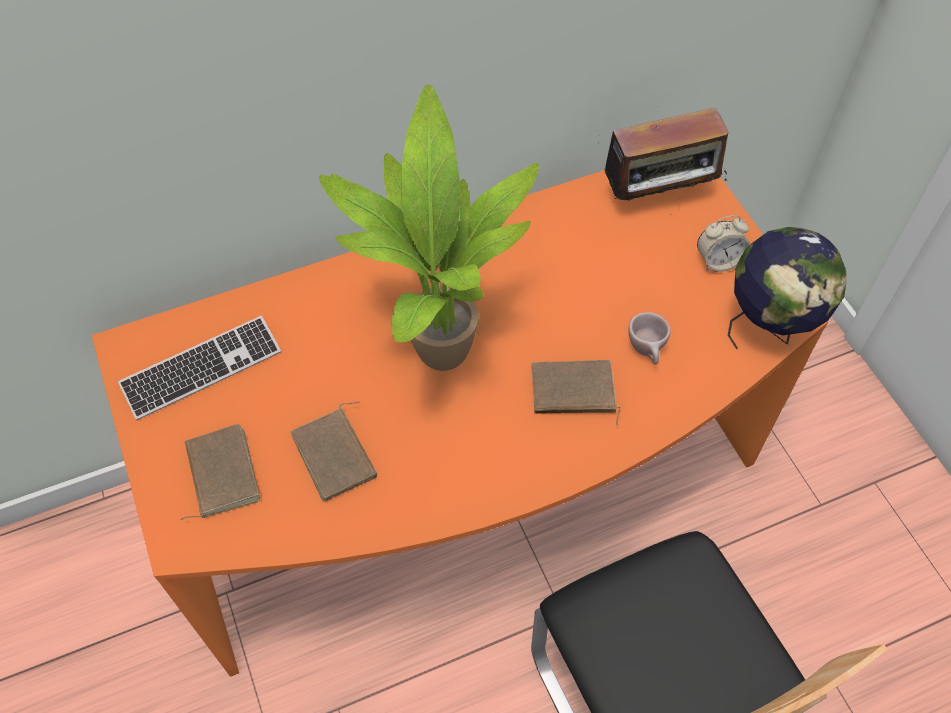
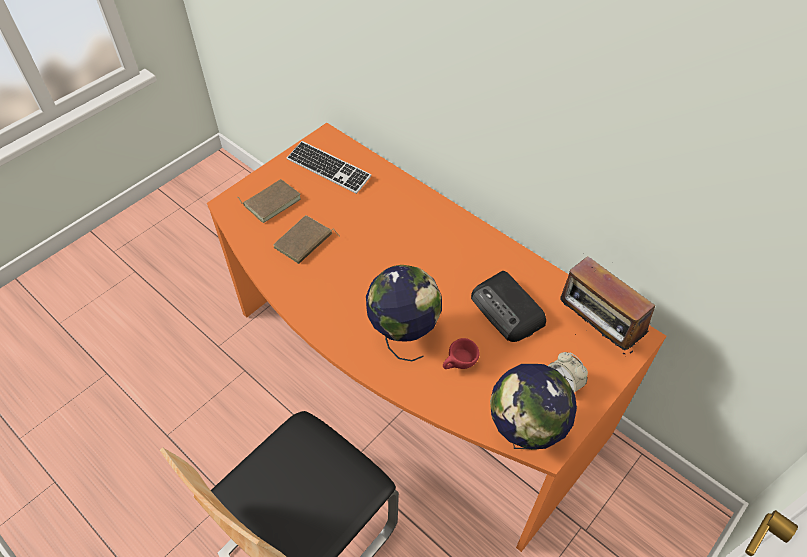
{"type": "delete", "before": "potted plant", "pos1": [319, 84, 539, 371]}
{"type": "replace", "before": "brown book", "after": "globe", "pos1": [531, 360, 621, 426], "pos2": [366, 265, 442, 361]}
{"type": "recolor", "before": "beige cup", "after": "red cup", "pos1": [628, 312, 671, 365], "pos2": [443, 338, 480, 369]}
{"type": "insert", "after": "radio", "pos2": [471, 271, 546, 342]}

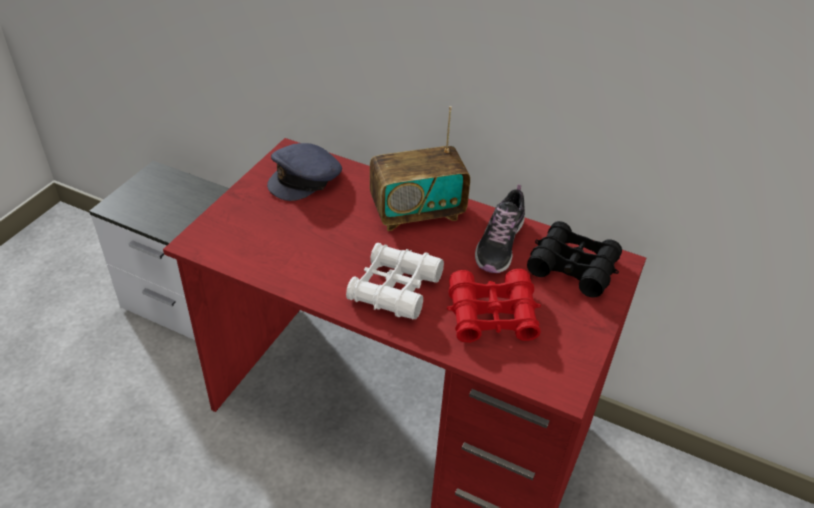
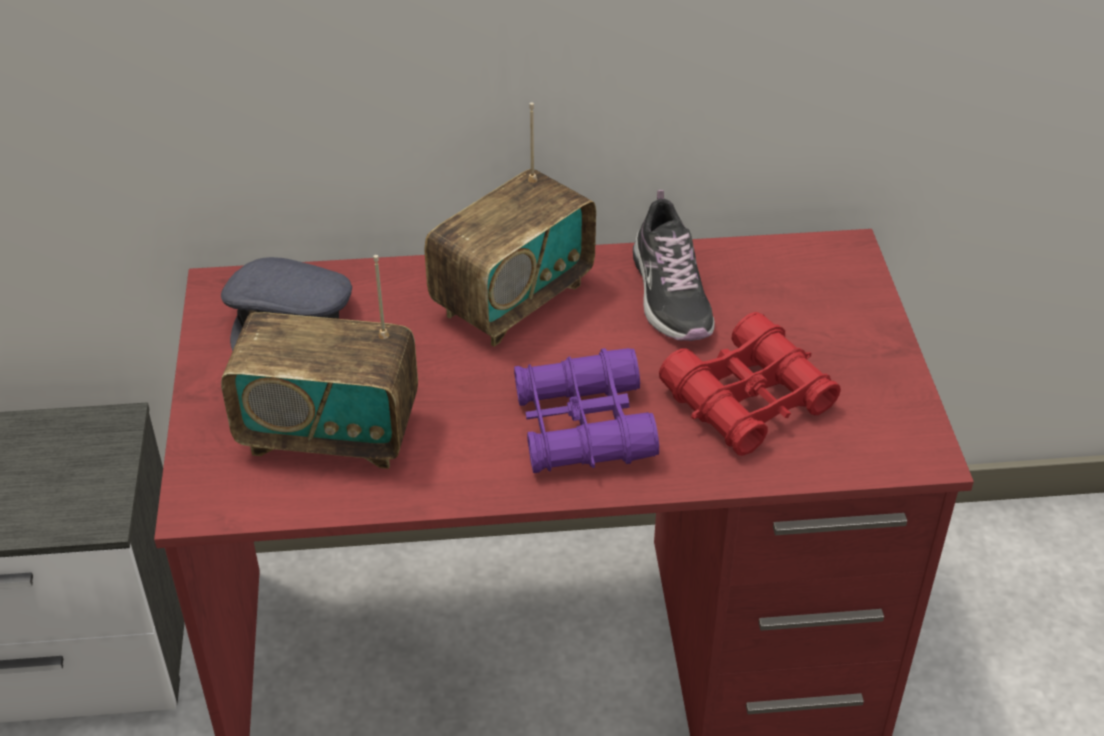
{"type": "recolor", "before": "white binoculars", "after": "purple binoculars", "pos1": [346, 243, 444, 320], "pos2": [514, 348, 659, 473]}
{"type": "delete", "before": "black binoculars", "pos1": [527, 221, 622, 298]}
{"type": "insert", "after": "radio", "pos2": [221, 255, 418, 469]}

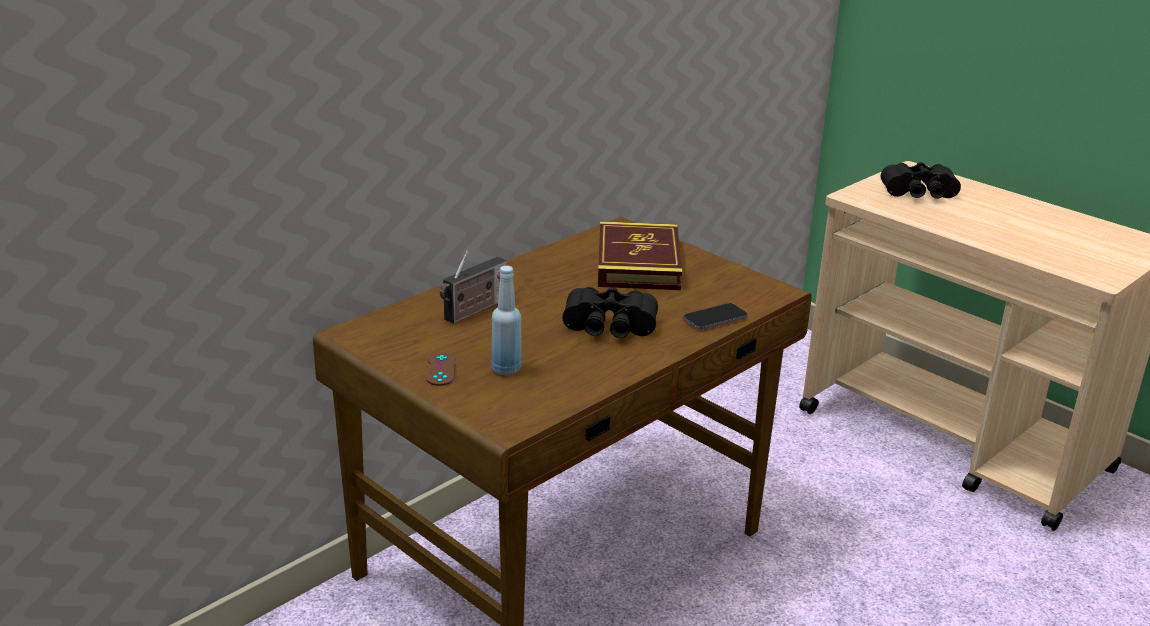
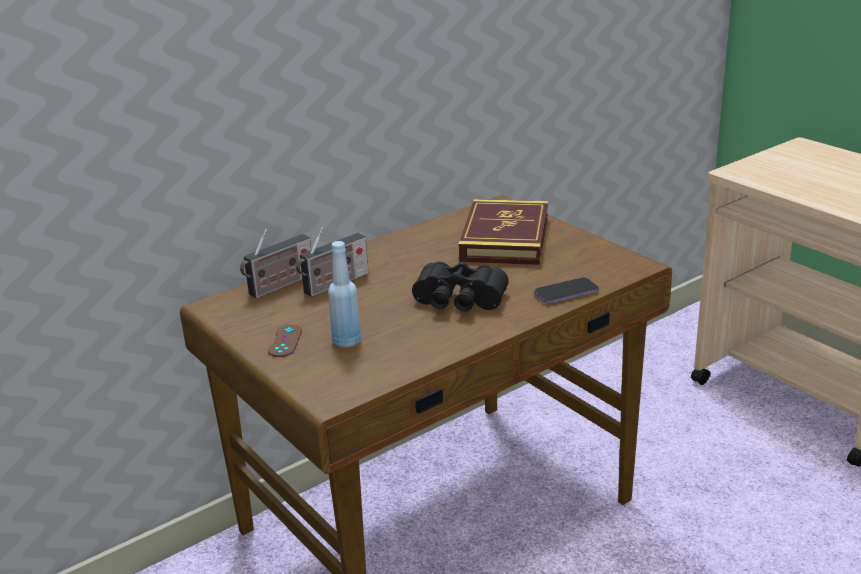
{"type": "delete", "before": "black binoculars", "pos1": [881, 162, 961, 199]}
{"type": "insert", "after": "radio", "pos2": [240, 228, 311, 299]}

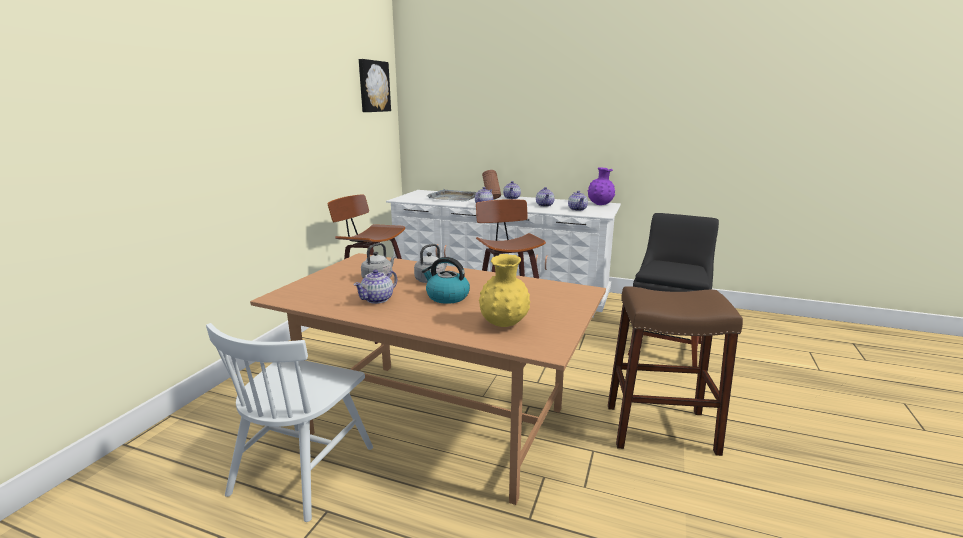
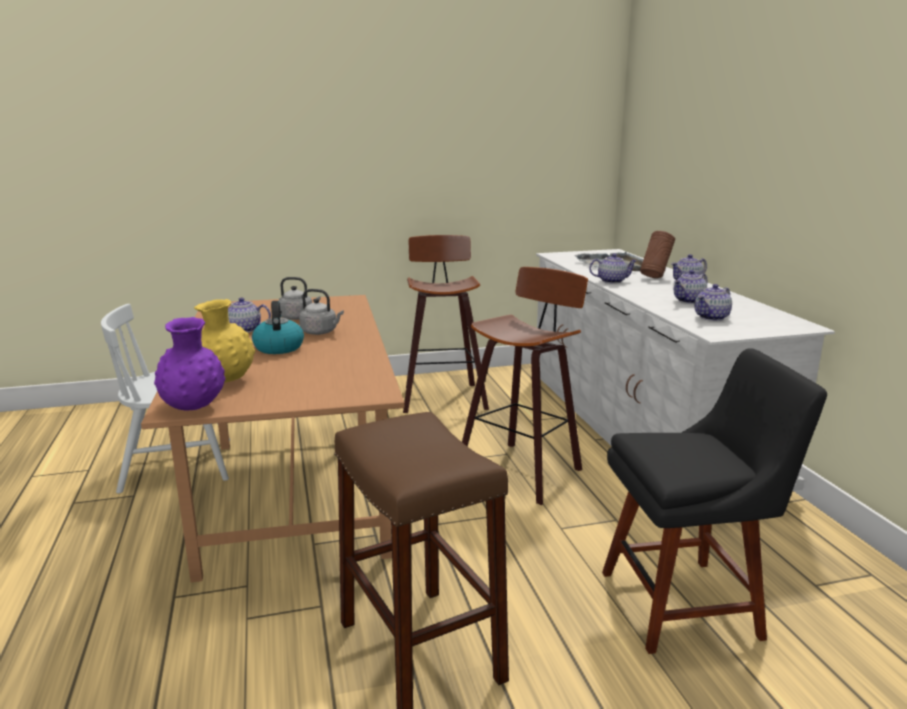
{"type": "delete", "before": "picture", "pos1": [359, 59, 391, 112]}
{"type": "move", "before": "purple vase", "pos1": [588, 167, 615, 205], "pos2": [154, 317, 225, 410]}

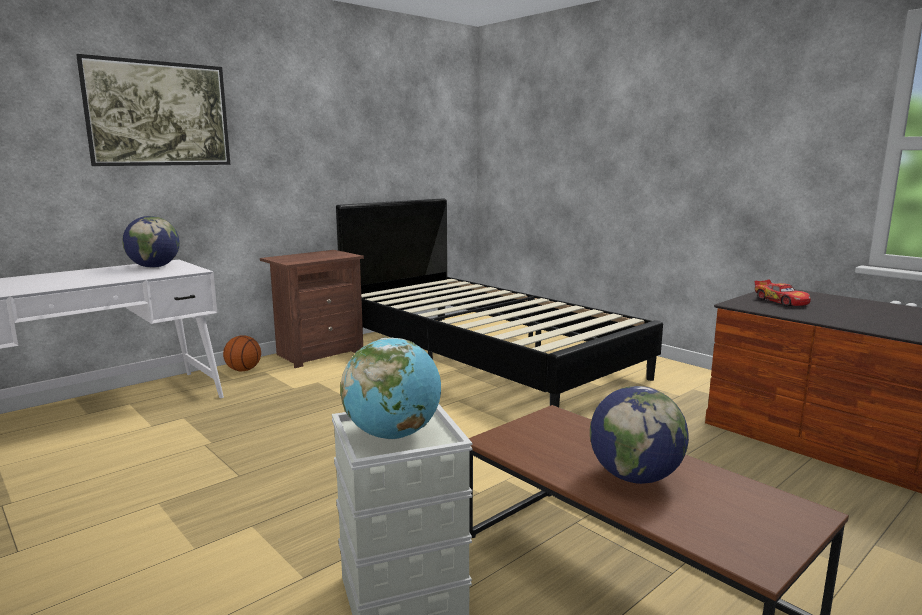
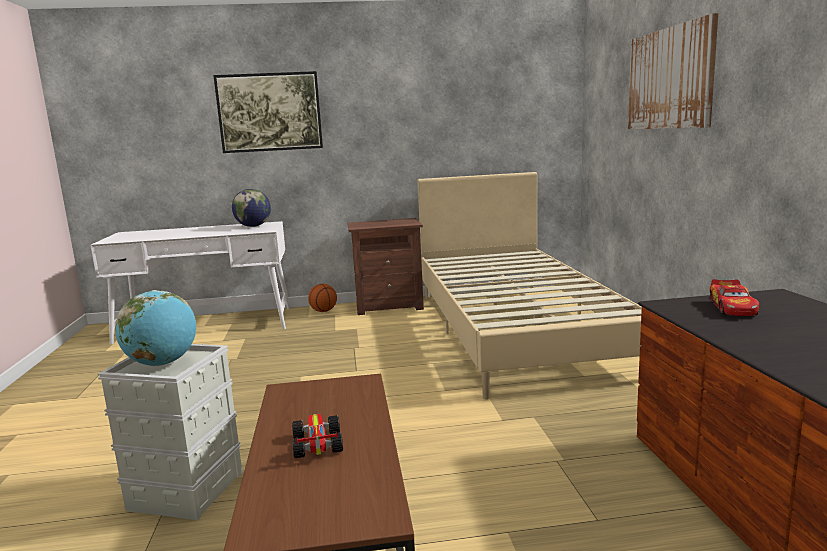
{"type": "recolor", "before": "black bed", "after": "beige bed", "pos1": [336, 198, 663, 407], "pos2": [417, 172, 643, 400]}
{"type": "replace", "before": "globe", "after": "toy car", "pos1": [590, 386, 689, 484], "pos2": [292, 414, 343, 458]}
{"type": "insert", "after": "picture", "pos2": [628, 13, 718, 129]}

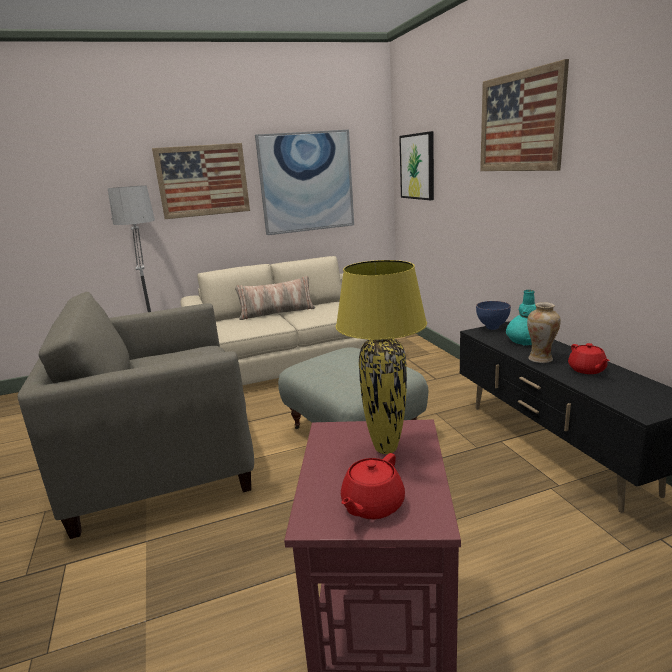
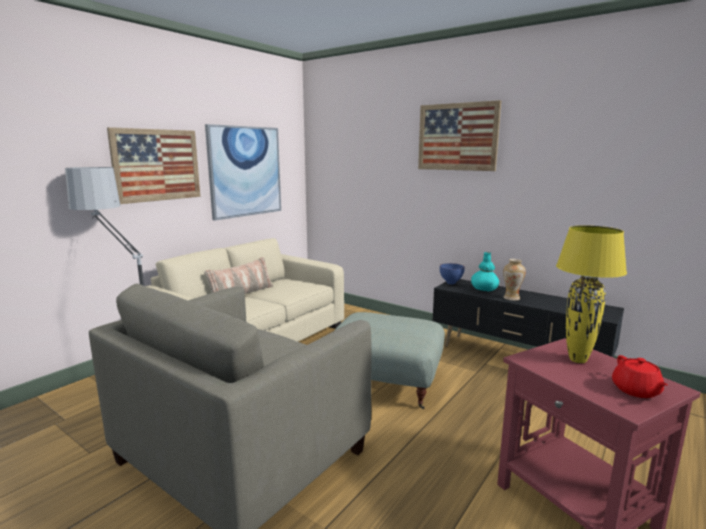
{"type": "delete", "before": "picture", "pos1": [399, 131, 434, 200]}
{"type": "delete", "before": "red teapot", "pos1": [568, 343, 610, 374]}

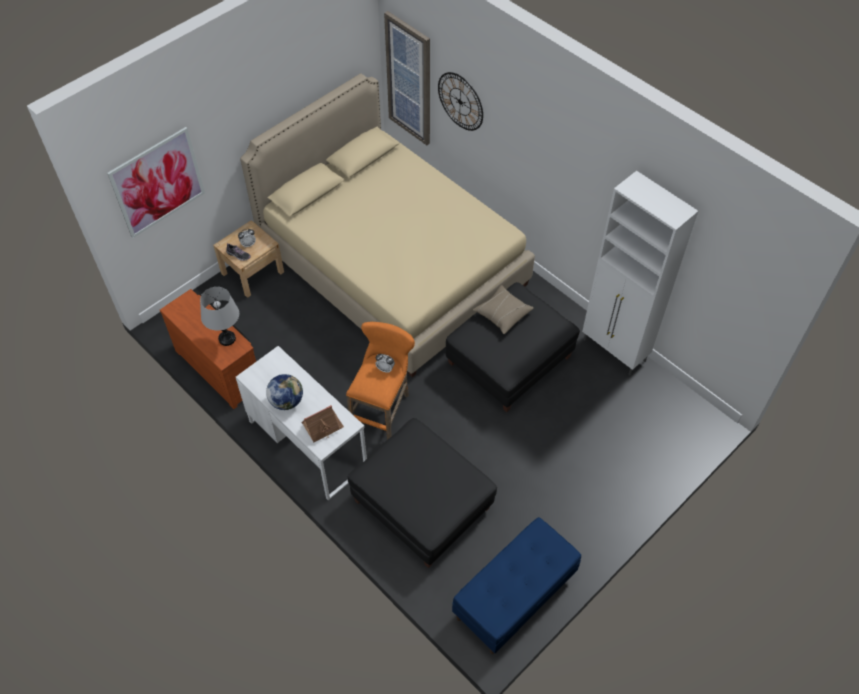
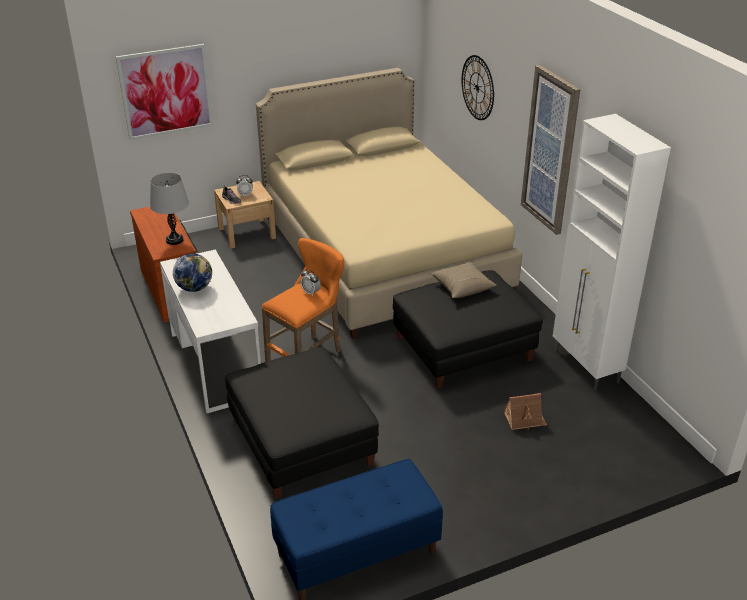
{"type": "move", "before": "toy house", "pos1": [302, 405, 344, 443], "pos2": [503, 393, 547, 430]}
{"type": "move", "before": "picture", "pos1": [384, 11, 430, 145], "pos2": [521, 65, 580, 235]}

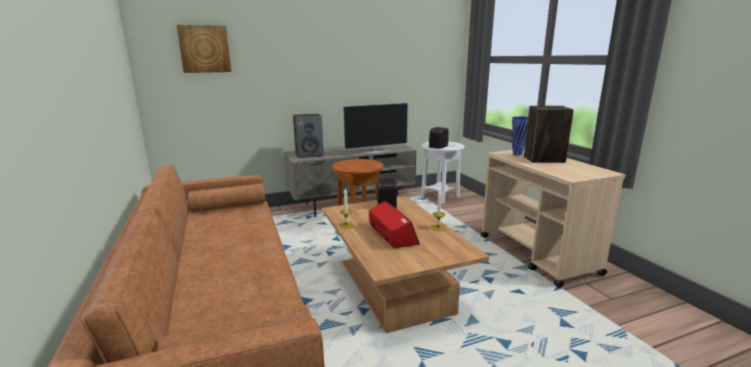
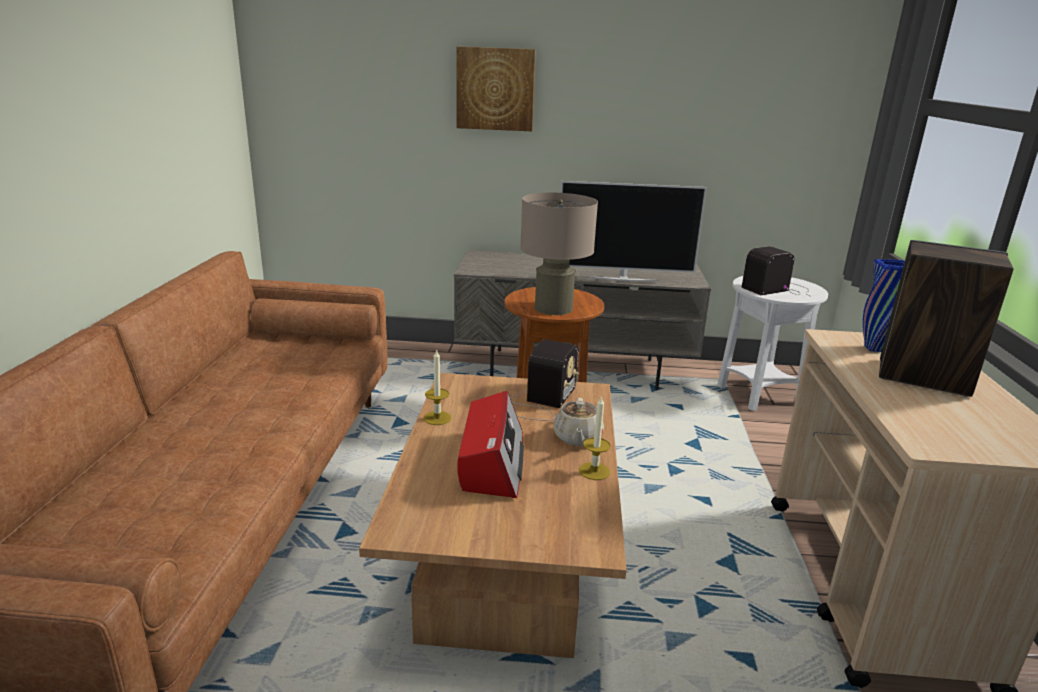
{"type": "move", "before": "picture", "pos1": [176, 25, 231, 73], "pos2": [456, 46, 536, 131]}
{"type": "delete", "before": "speaker", "pos1": [293, 113, 324, 158]}
{"type": "insert", "after": "beige table lamp", "pos2": [520, 193, 598, 315]}
{"type": "insert", "after": "beige teapot", "pos2": [553, 398, 604, 446]}

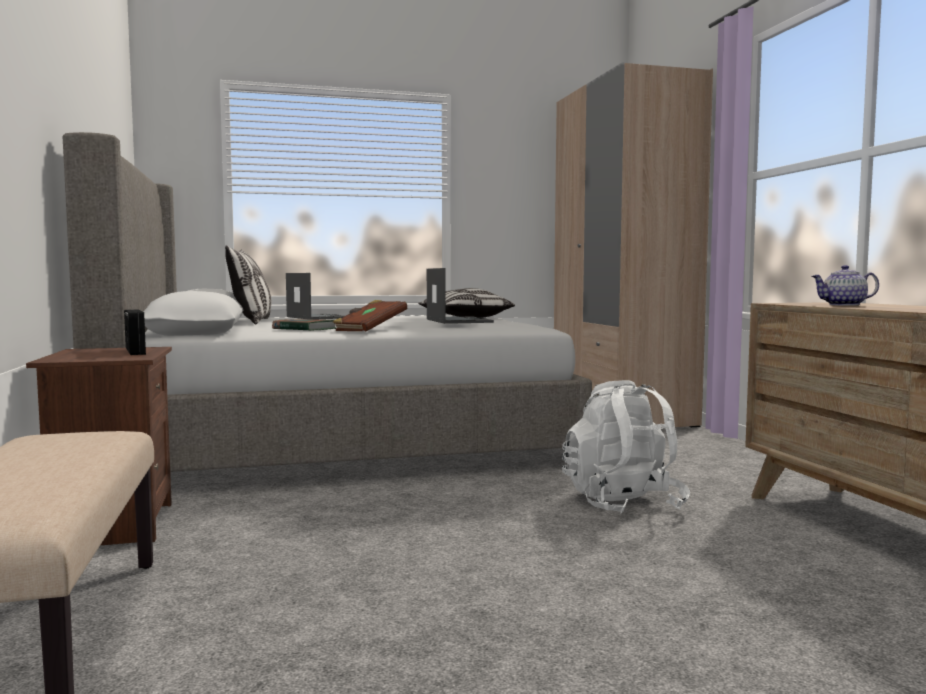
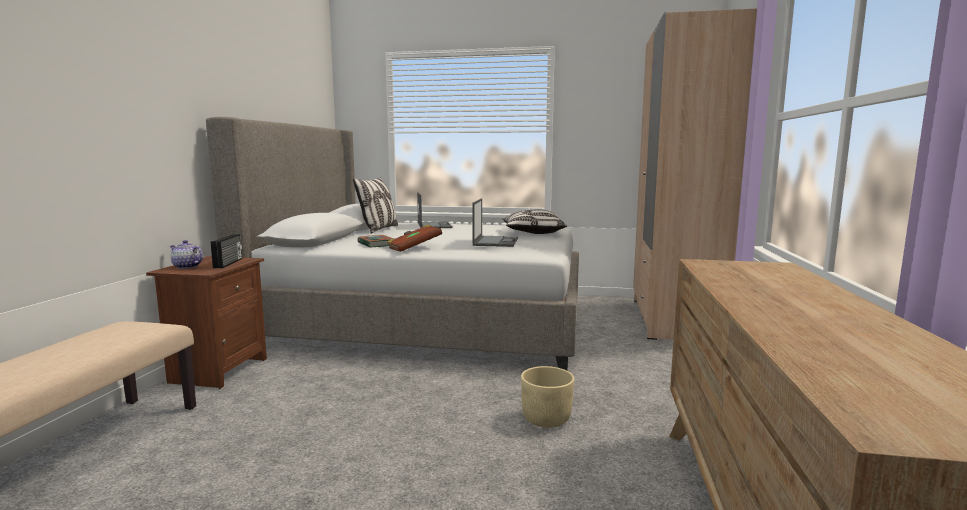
{"type": "replace", "before": "white backpack", "after": "beige planter", "pos1": [562, 380, 690, 513], "pos2": [521, 366, 574, 428]}
{"type": "move", "before": "teapot", "pos1": [811, 265, 879, 306], "pos2": [170, 240, 203, 269]}

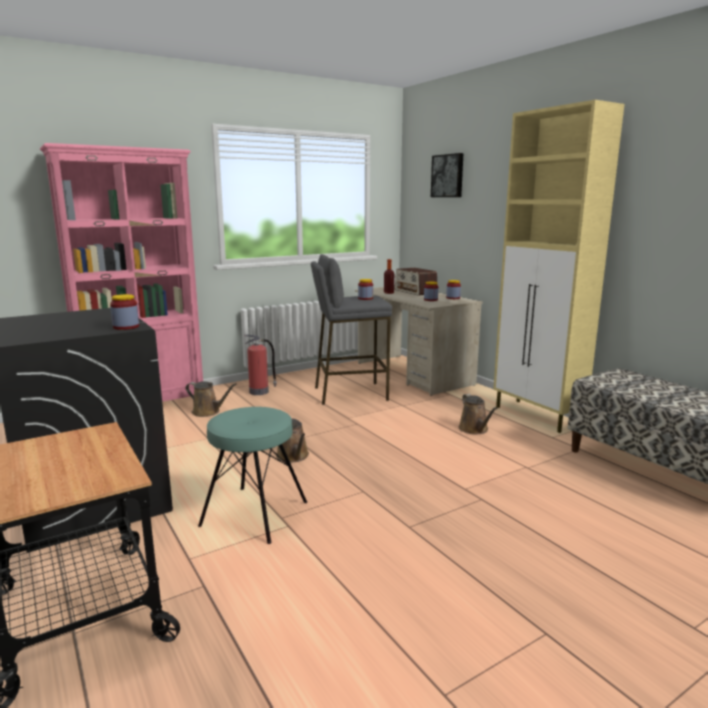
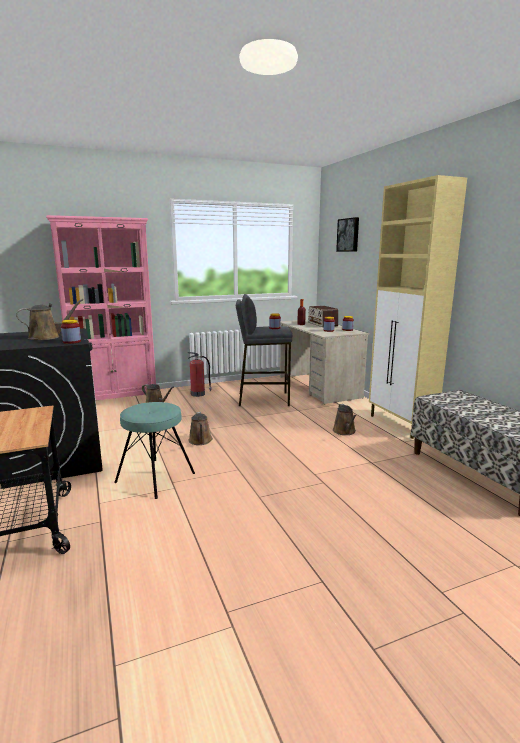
{"type": "insert", "after": "brown watering can", "pos2": [16, 299, 83, 340]}

